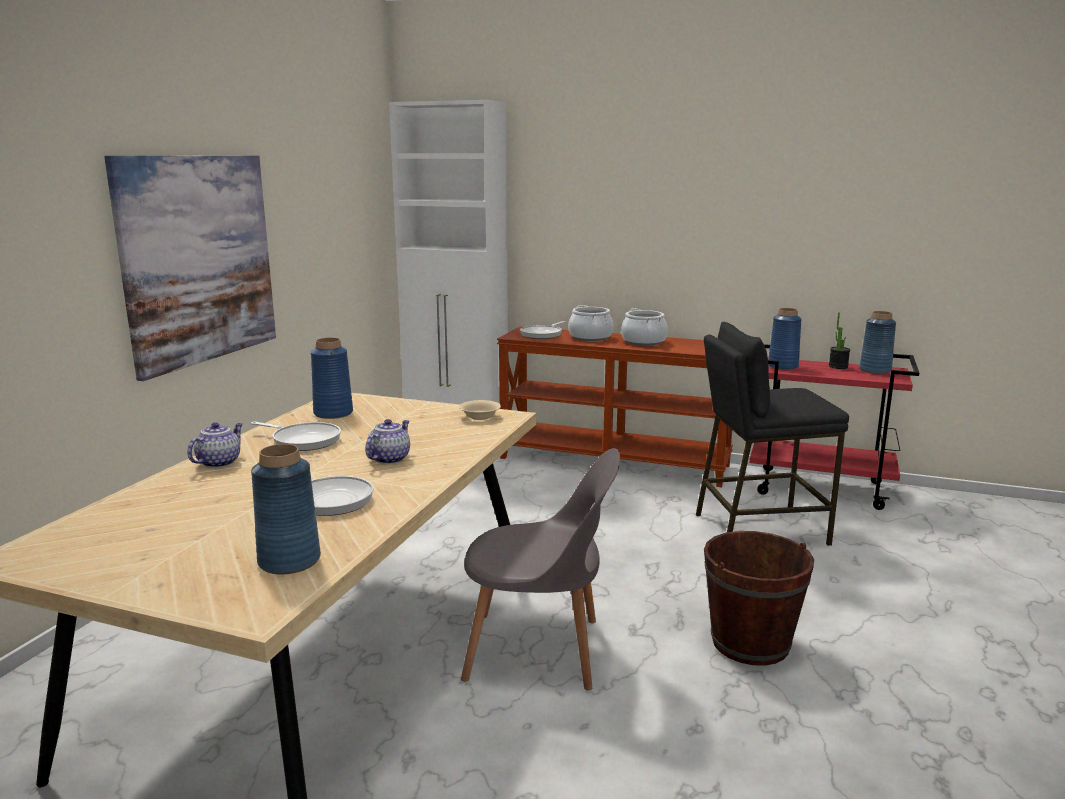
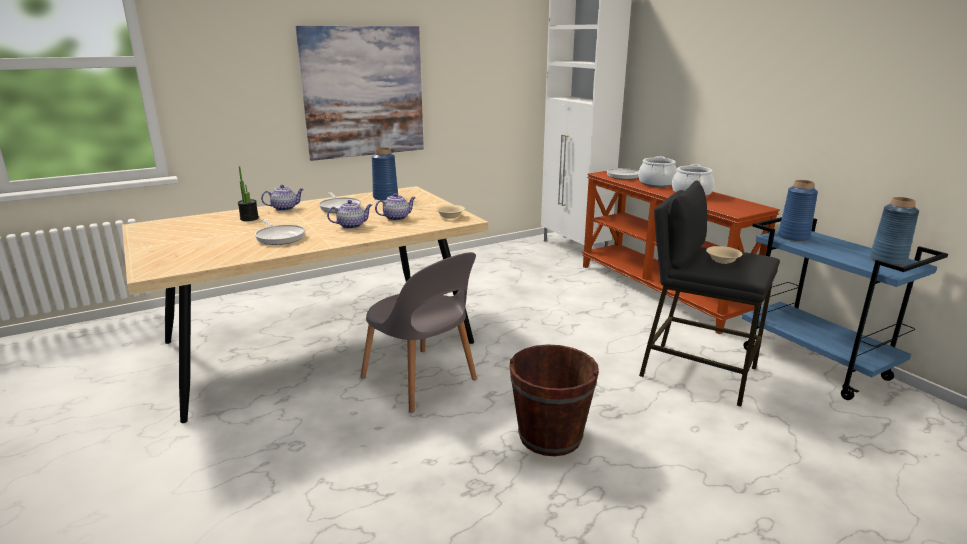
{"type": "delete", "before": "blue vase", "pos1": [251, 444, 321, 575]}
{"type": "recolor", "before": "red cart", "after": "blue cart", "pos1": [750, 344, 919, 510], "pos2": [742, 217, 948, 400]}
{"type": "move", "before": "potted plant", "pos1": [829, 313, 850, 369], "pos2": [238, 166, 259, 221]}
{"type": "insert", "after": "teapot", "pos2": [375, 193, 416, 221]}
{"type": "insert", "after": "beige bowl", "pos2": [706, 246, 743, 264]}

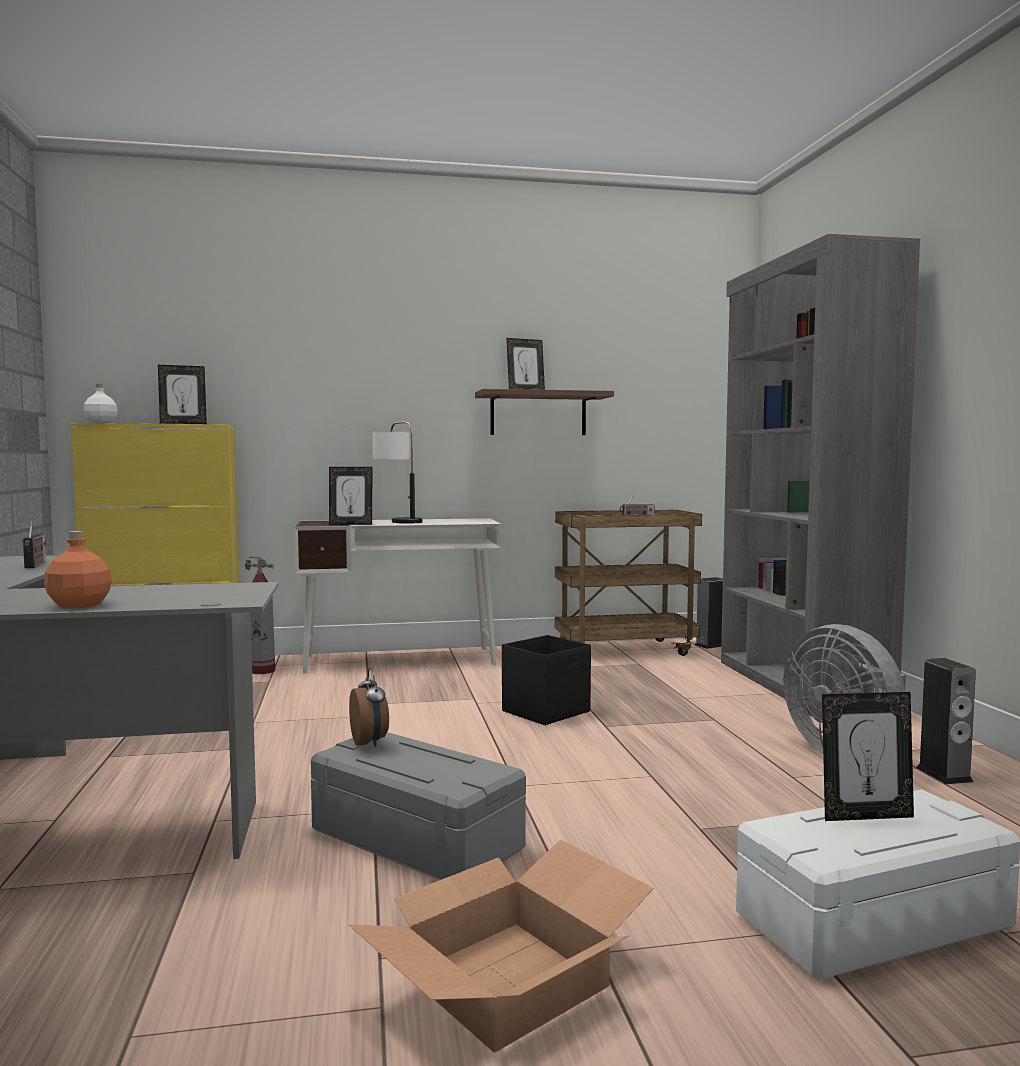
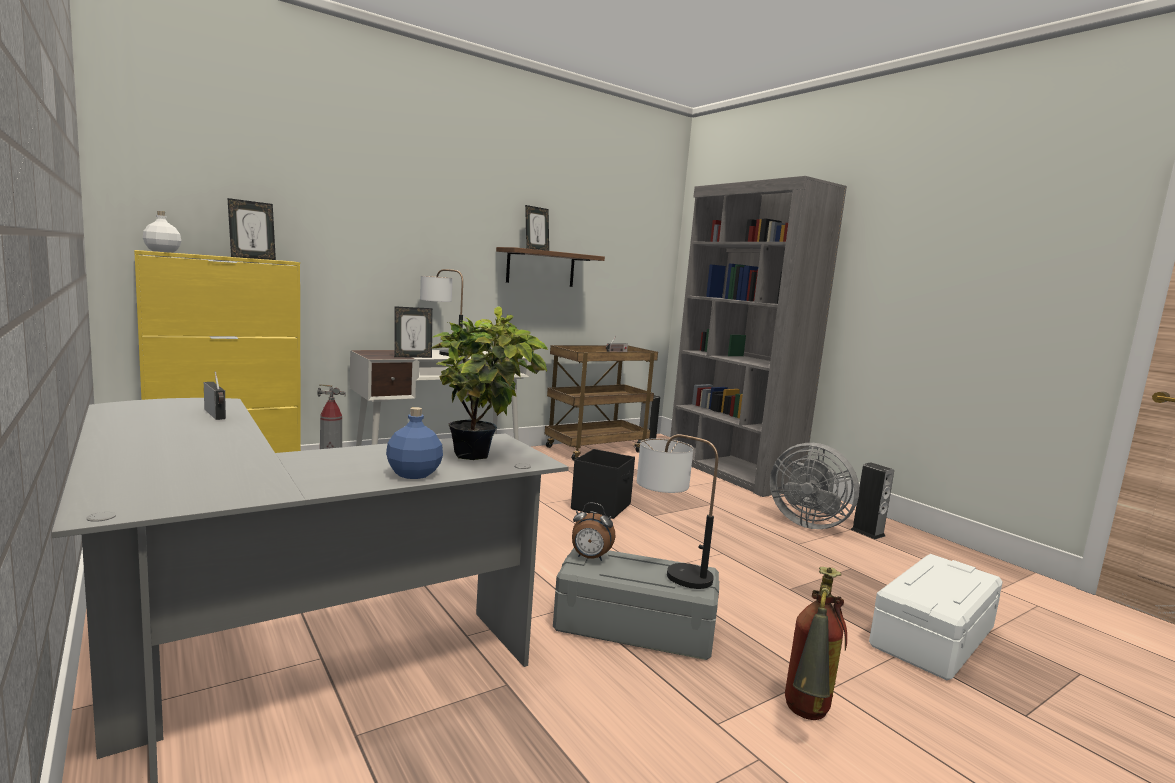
{"type": "recolor", "before": "orange bottle", "after": "blue bottle", "pos1": [44, 531, 112, 609], "pos2": [386, 407, 443, 479]}
{"type": "rotate", "before": "alarm clock", "pos1": [349, 668, 389, 747], "pos2": [572, 503, 615, 561], "turn": 150}
{"type": "replace", "before": "cardboard box", "after": "fire extinguisher", "pos1": [349, 839, 654, 1052], "pos2": [785, 567, 847, 720]}
{"type": "delete", "before": "picture frame", "pos1": [822, 692, 914, 821]}
{"type": "insert", "after": "potted plant", "pos2": [431, 306, 548, 460]}
{"type": "insert", "after": "table lamp", "pos2": [637, 434, 718, 589]}

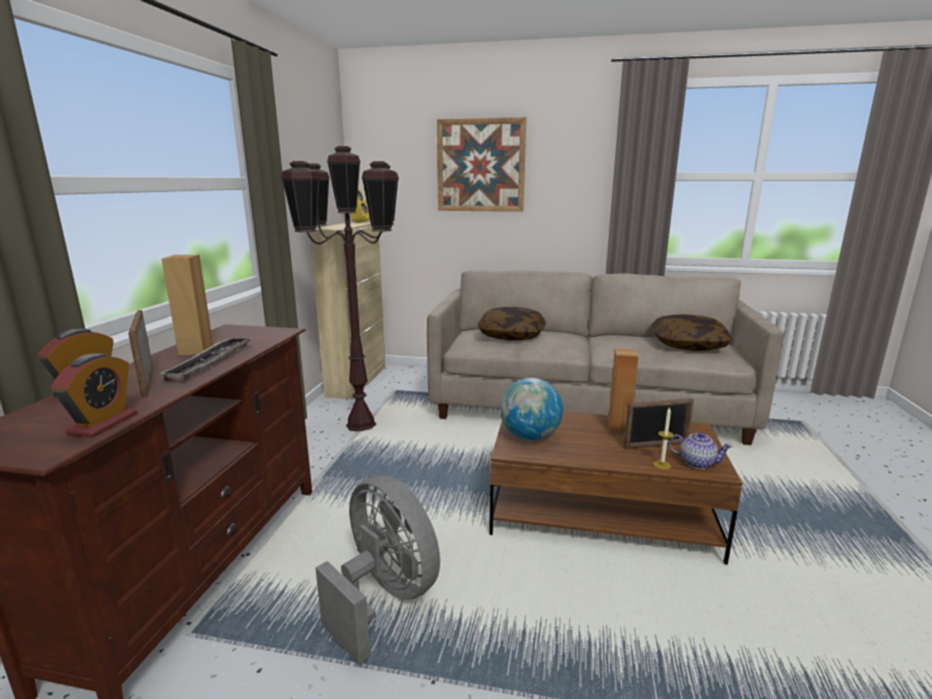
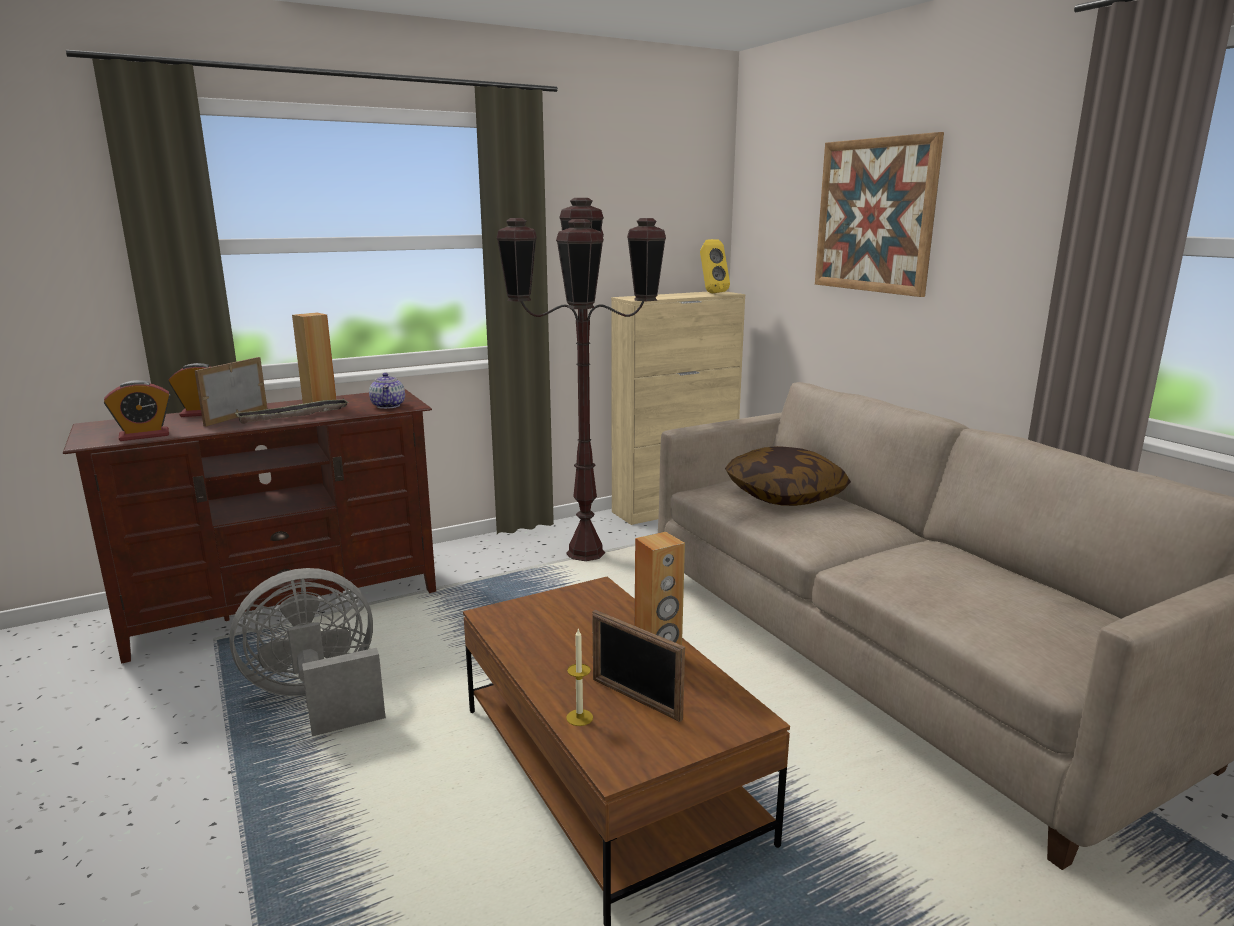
{"type": "rotate", "before": "grey fan", "pos1": [315, 475, 440, 665], "pos2": [229, 568, 386, 736], "turn": -120}
{"type": "delete", "before": "globe", "pos1": [500, 378, 563, 441]}
{"type": "delete", "before": "pillow", "pos1": [651, 314, 732, 351]}
{"type": "move", "before": "teapot", "pos1": [669, 432, 733, 469], "pos2": [369, 373, 405, 409]}

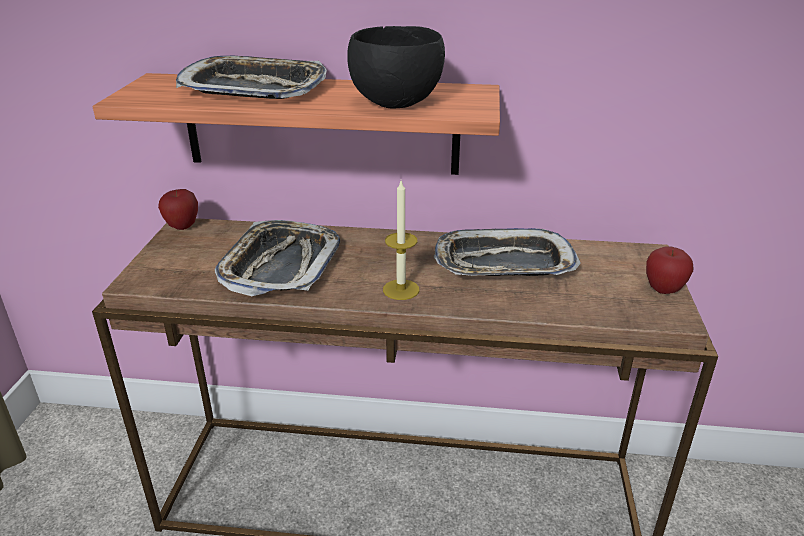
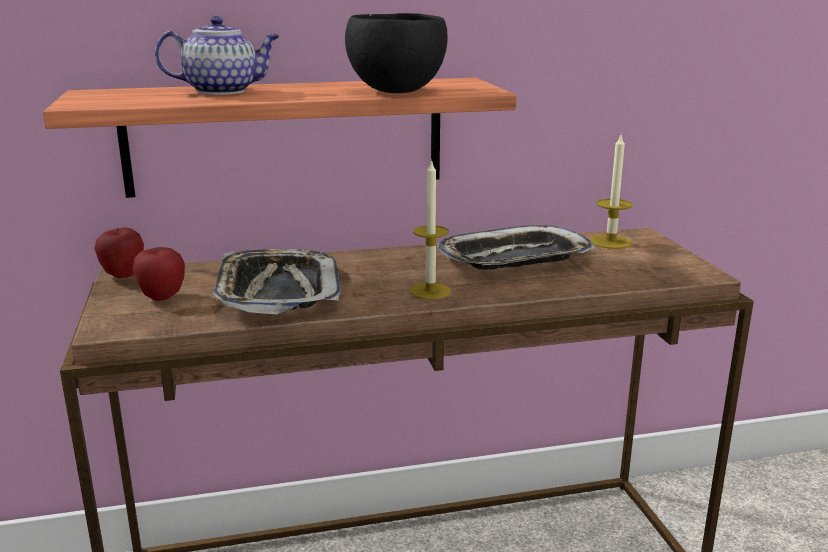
{"type": "replace", "before": "tray", "after": "teapot", "pos1": [176, 55, 327, 99], "pos2": [155, 16, 280, 95]}
{"type": "move", "before": "apple", "pos1": [646, 247, 694, 294], "pos2": [133, 247, 185, 301]}
{"type": "insert", "after": "candle", "pos2": [590, 135, 633, 249]}

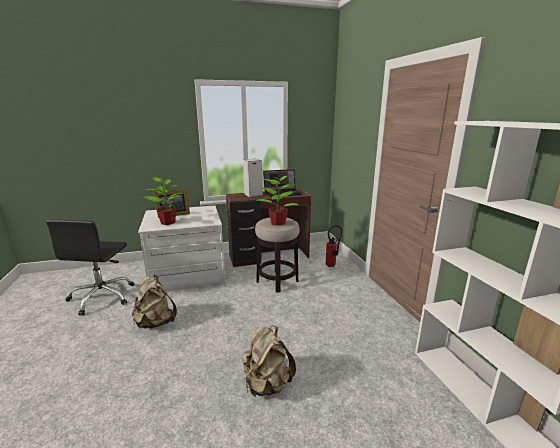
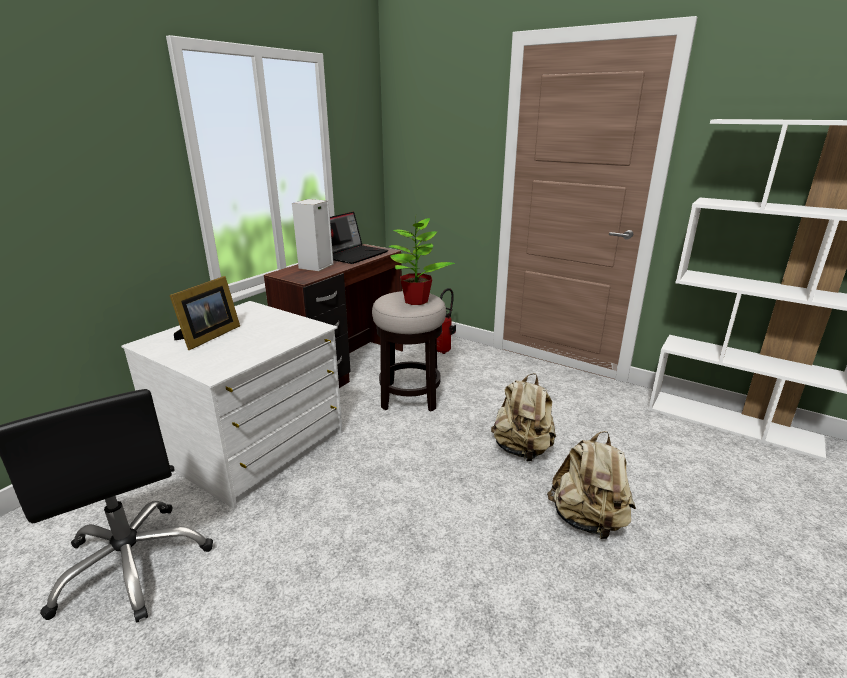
{"type": "move", "before": "beige backpack", "pos1": [132, 275, 177, 329], "pos2": [491, 373, 556, 461]}
{"type": "delete", "before": "potted plant", "pos1": [143, 176, 184, 225]}

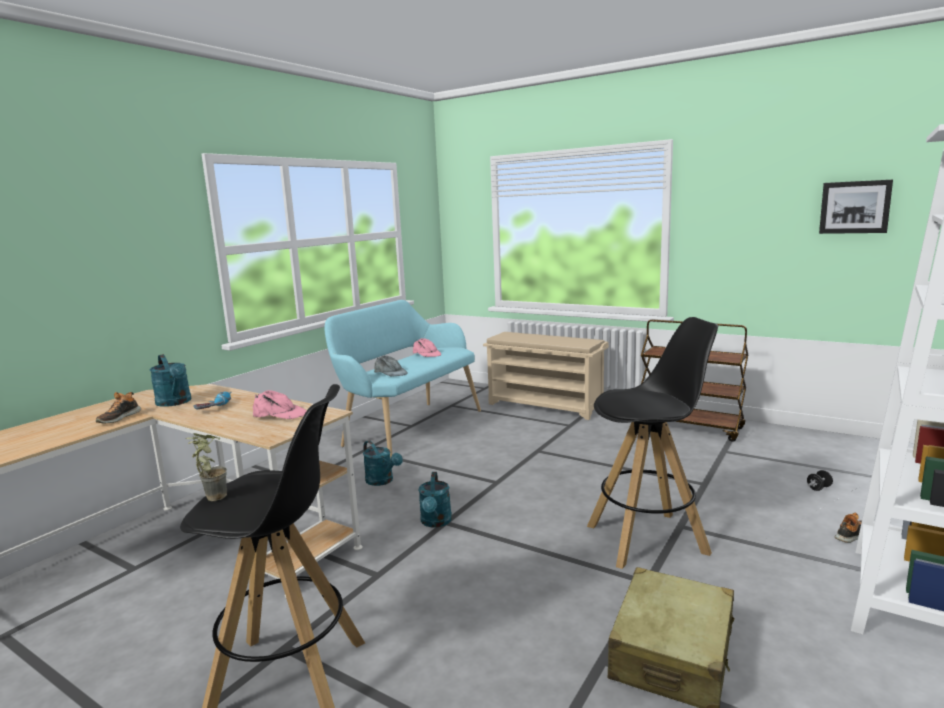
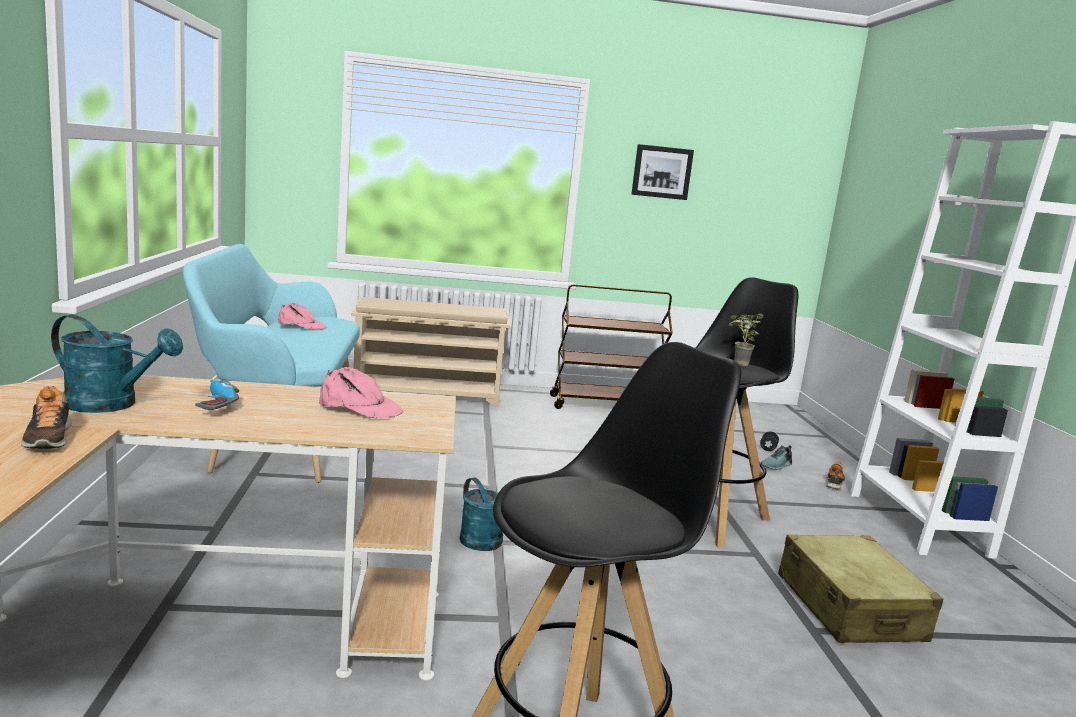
{"type": "move", "before": "potted plant", "pos1": [186, 433, 227, 501], "pos2": [729, 314, 763, 366]}
{"type": "rotate", "before": "pink cap", "pos1": [253, 390, 307, 419], "pos2": [319, 367, 403, 418], "turn": 45}
{"type": "delete", "before": "turquoise watering can", "pos1": [363, 440, 403, 486]}
{"type": "delete", "before": "grey cap", "pos1": [374, 356, 408, 377]}
{"type": "move", "before": "picture", "pos1": [819, 180, 893, 234], "pos2": [632, 144, 694, 200]}
{"type": "insert", "after": "shoe", "pos2": [761, 445, 792, 470]}

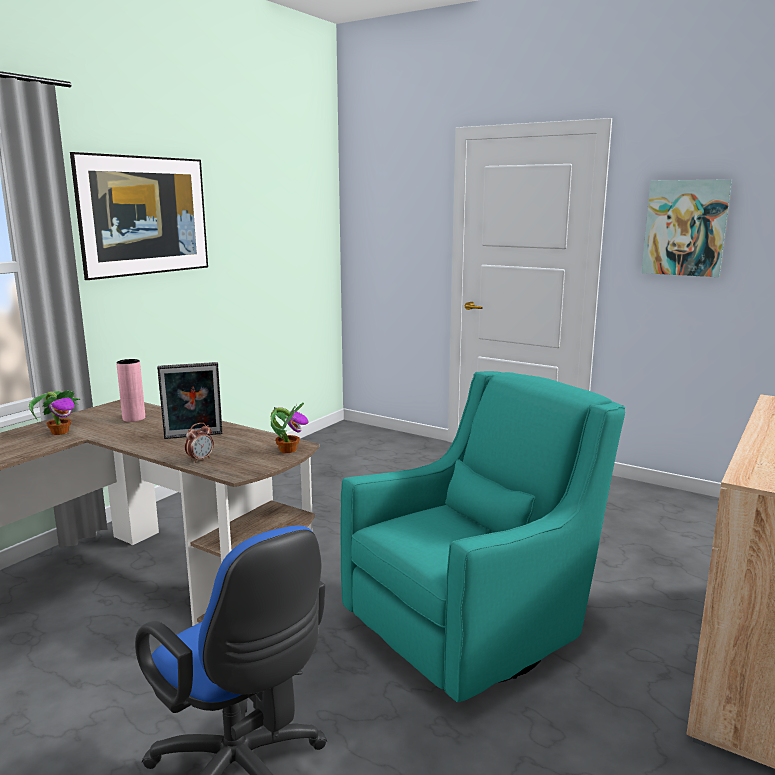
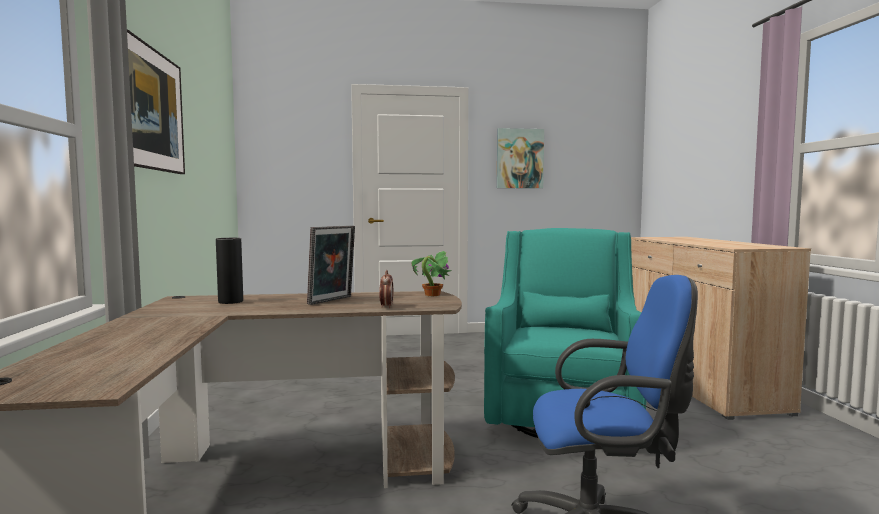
{"type": "delete", "before": "potted plant", "pos1": [29, 390, 80, 435]}
{"type": "recolor", "before": "pink vase", "after": "black vase", "pos1": [116, 359, 145, 422], "pos2": [216, 238, 243, 304]}

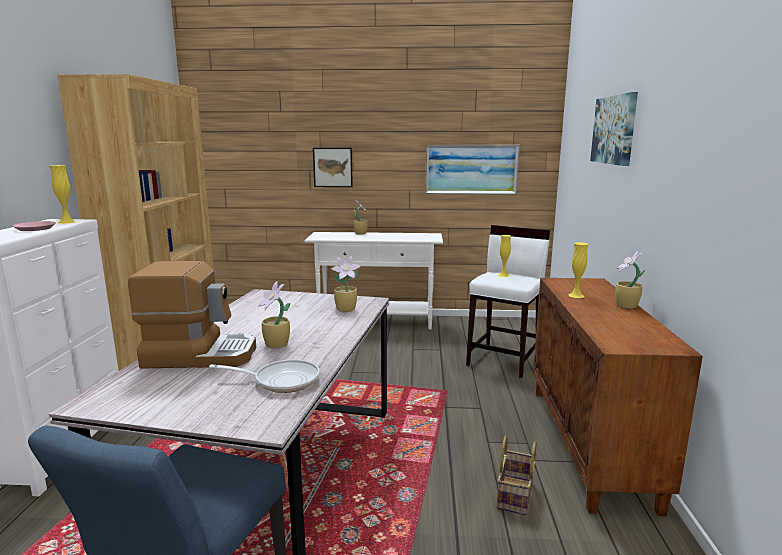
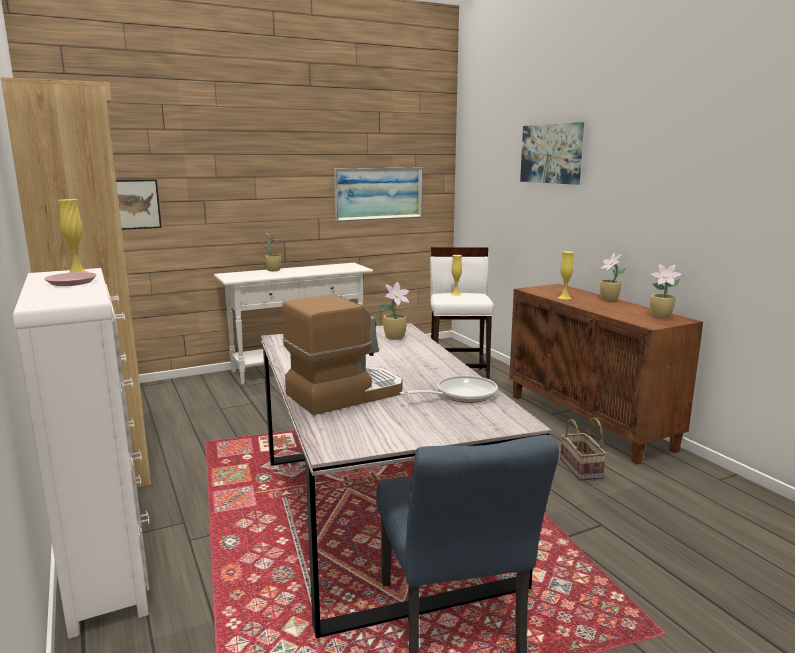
{"type": "move", "before": "potted plant", "pos1": [258, 281, 291, 349], "pos2": [650, 264, 683, 319]}
{"type": "move", "before": "picture", "pos1": [313, 148, 353, 187], "pos2": [116, 179, 162, 230]}

